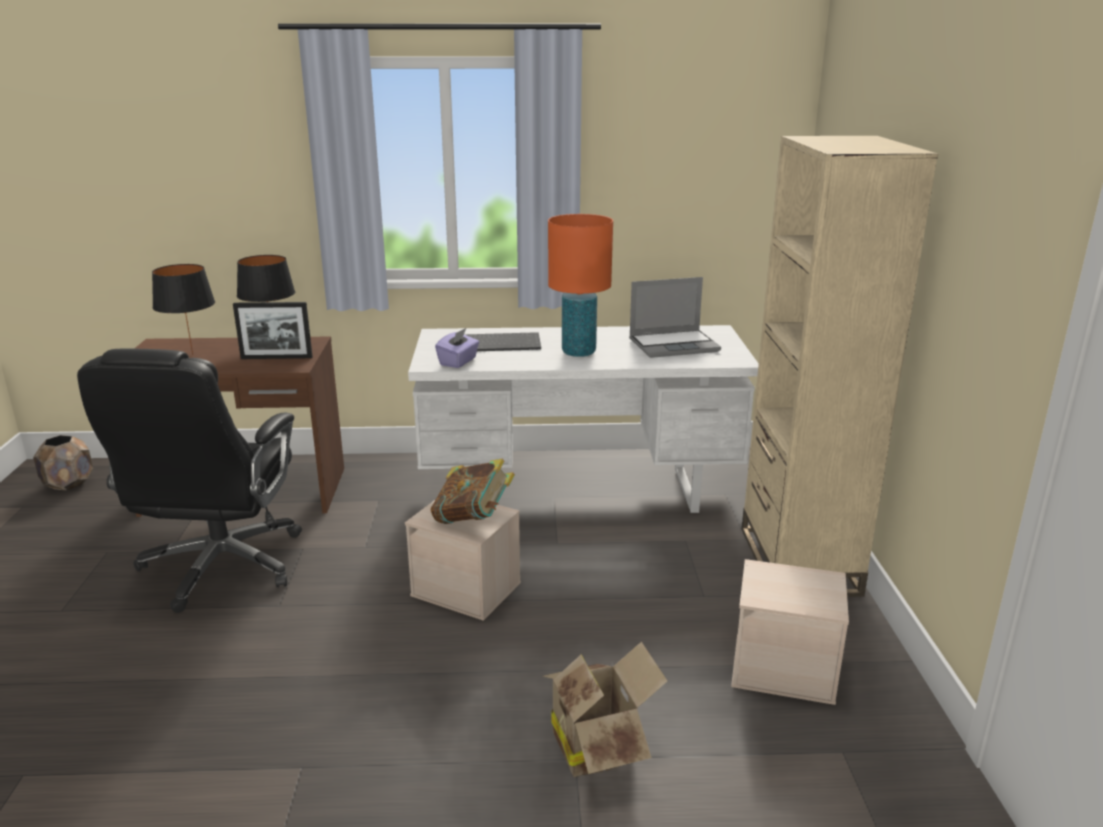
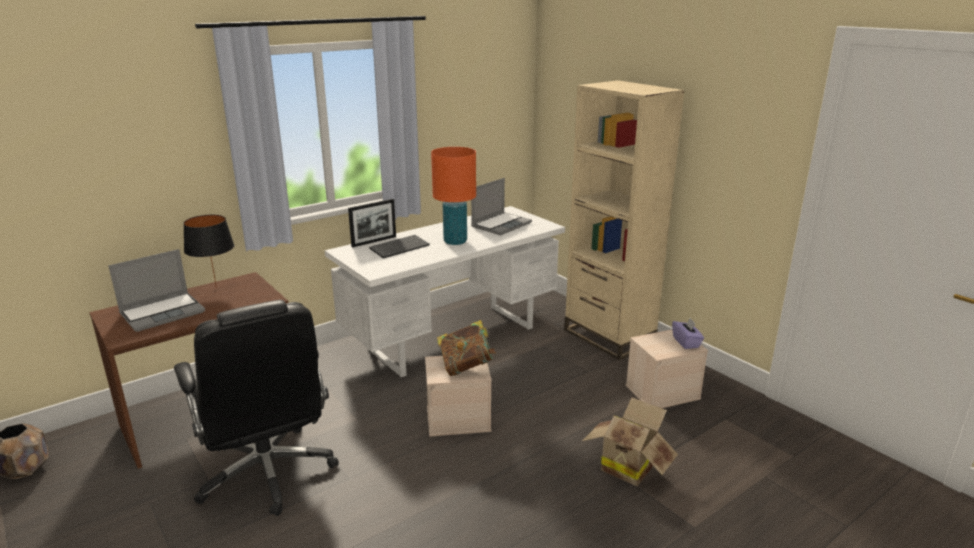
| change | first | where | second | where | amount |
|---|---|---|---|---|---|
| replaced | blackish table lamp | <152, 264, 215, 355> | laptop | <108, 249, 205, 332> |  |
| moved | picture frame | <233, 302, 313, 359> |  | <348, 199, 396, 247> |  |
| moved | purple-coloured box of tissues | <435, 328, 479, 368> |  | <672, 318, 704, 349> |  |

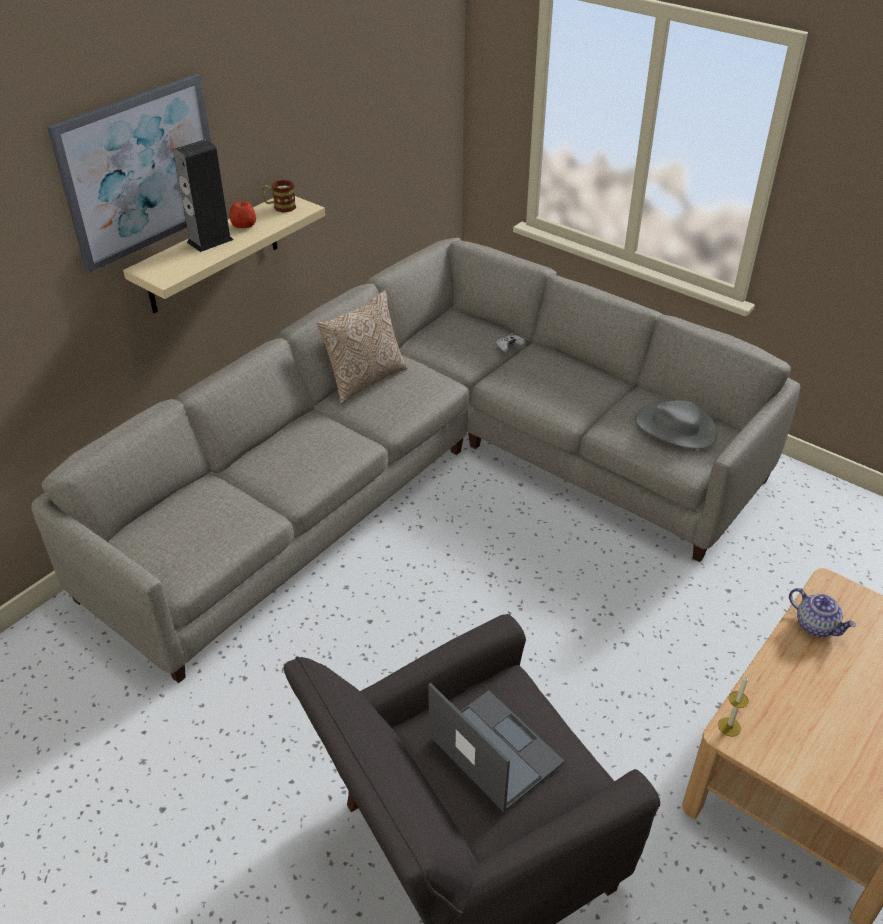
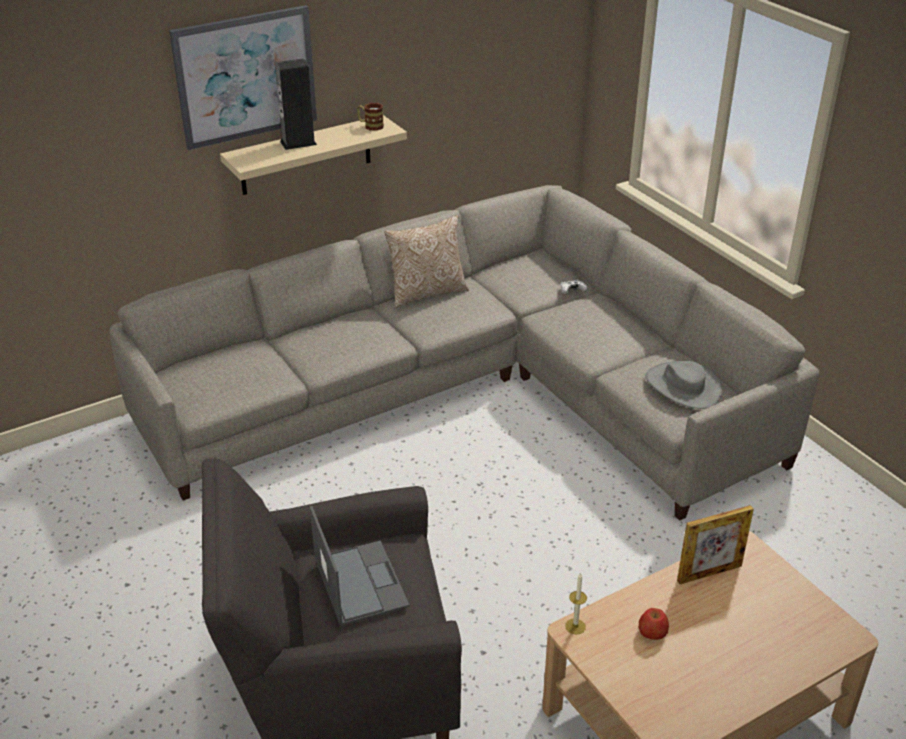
| change | first | where | second | where | amount |
|---|---|---|---|---|---|
| moved | apple | <229, 201, 256, 228> |  | <639, 608, 669, 640> |  |
| replaced | pot for tea | <789, 588, 856, 637> | picture frame | <677, 505, 754, 584> |  |

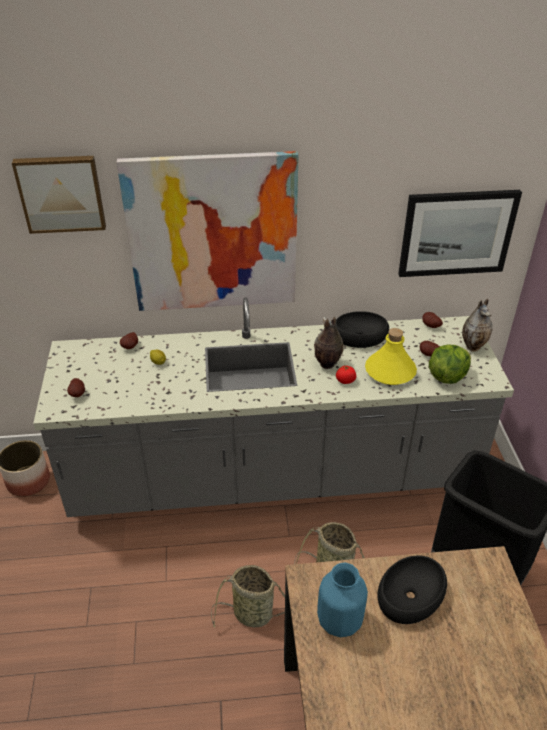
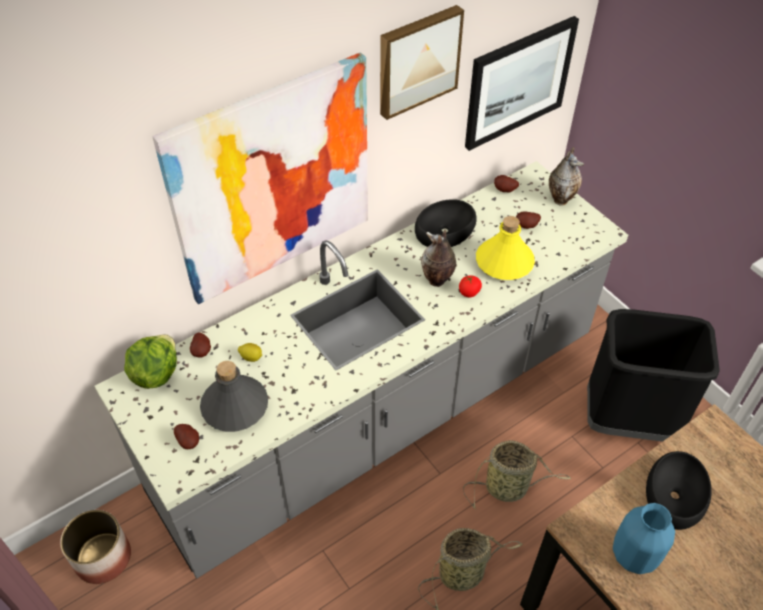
| change | first | where | second | where | amount |
|---|---|---|---|---|---|
| moved | picture | <12, 156, 106, 234> |  | <380, 5, 464, 120> |  |
| moved | lettuce head | <429, 345, 471, 384> |  | <124, 334, 177, 389> |  |
| added |  |  | greyish beverage bottle | <200, 361, 268, 432> |  |

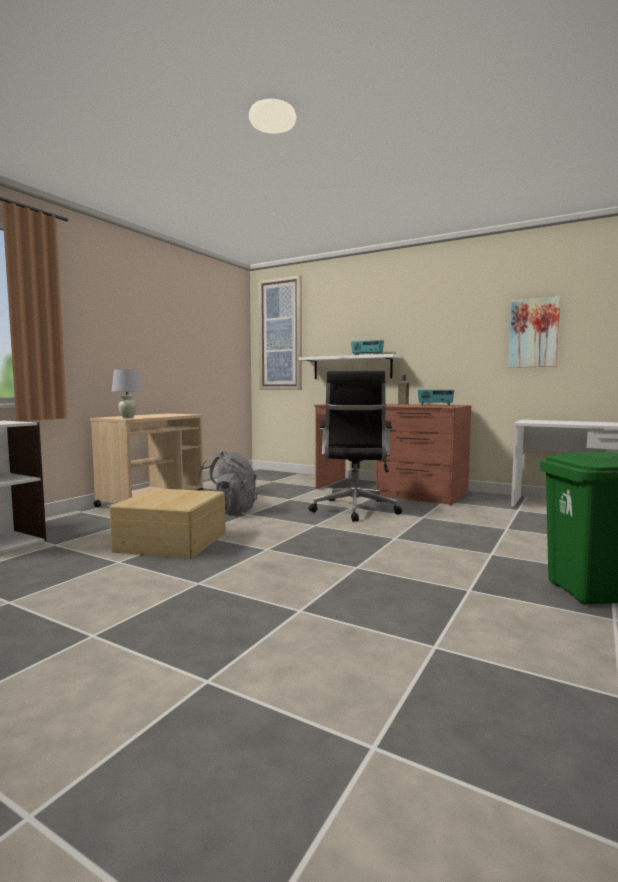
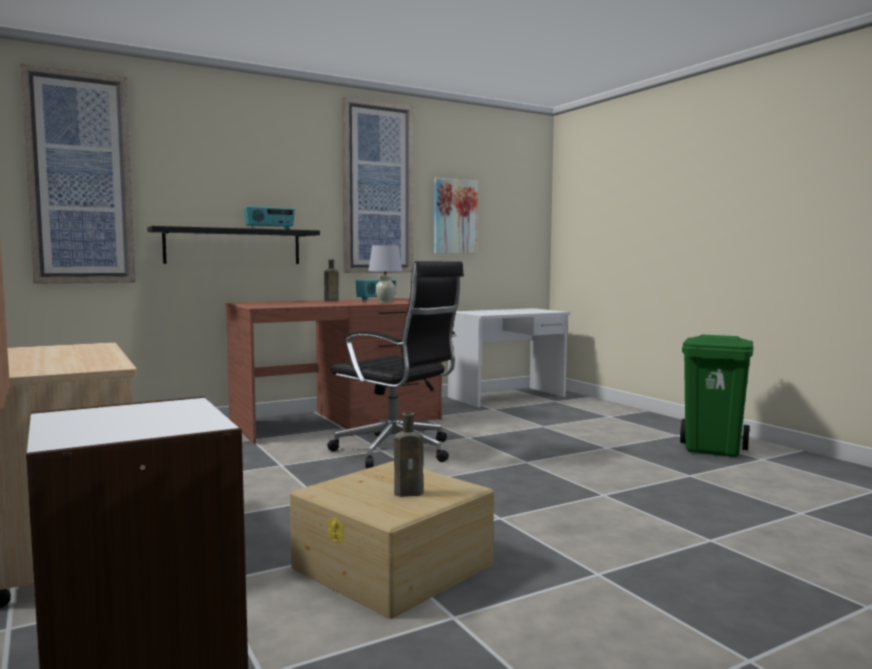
| change | first | where | second | where | amount |
|---|---|---|---|---|---|
| recoloured | whitish wall shelf | <299, 354, 401, 379> | blackish wall shelf | <147, 226, 320, 264> |  |
| moved | whitish table lamp | <111, 369, 142, 418> |  | <368, 245, 402, 303> |  |
| removed | greyish backpack | <198, 451, 257, 514> |  |  |  |
| added |  |  | picture | <342, 97, 413, 273> |  |
| added |  |  | brownish beverage bottle | <394, 412, 424, 497> |  |

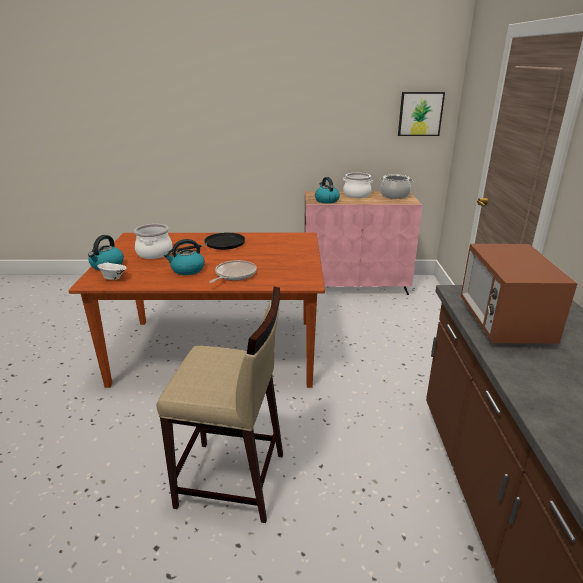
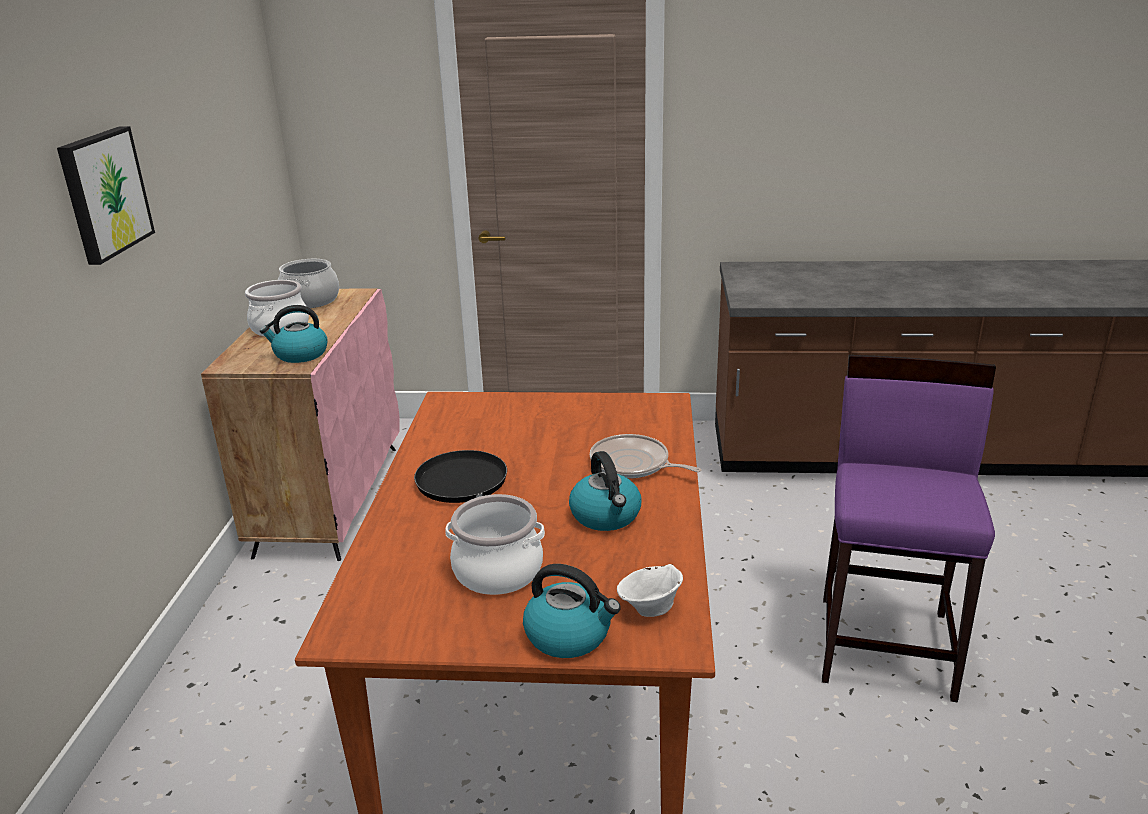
| change | first | where | second | where | amount |
|---|---|---|---|---|---|
| moved | picture | <398, 92, 445, 136> |  | <57, 126, 155, 265> |  |
| removed | microwave oven | <461, 244, 578, 344> |  |  |  |
| recoloured | sand-coloured stool seat | <157, 287, 283, 523> | purple-coloured stool seat | <822, 355, 996, 703> |  |

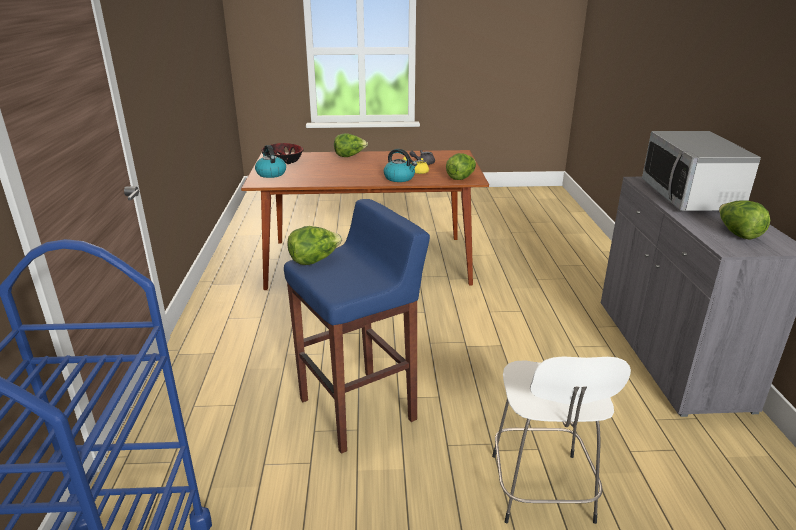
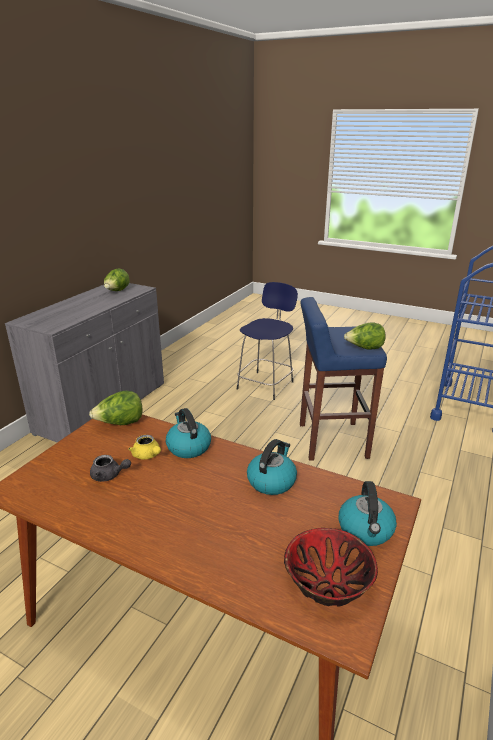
| change | first | where | second | where | amount |
|---|---|---|---|---|---|
| removed | microwave oven | <642, 131, 761, 211> |  |  |  |
| removed | lettuce head | <334, 133, 368, 157> |  |  |  |
| recoloured | whitish stool seat | <492, 356, 631, 524> | blue-coloured stool seat | <237, 282, 298, 400> |  |
| added |  |  | tea kettle | <247, 439, 297, 495> |  |

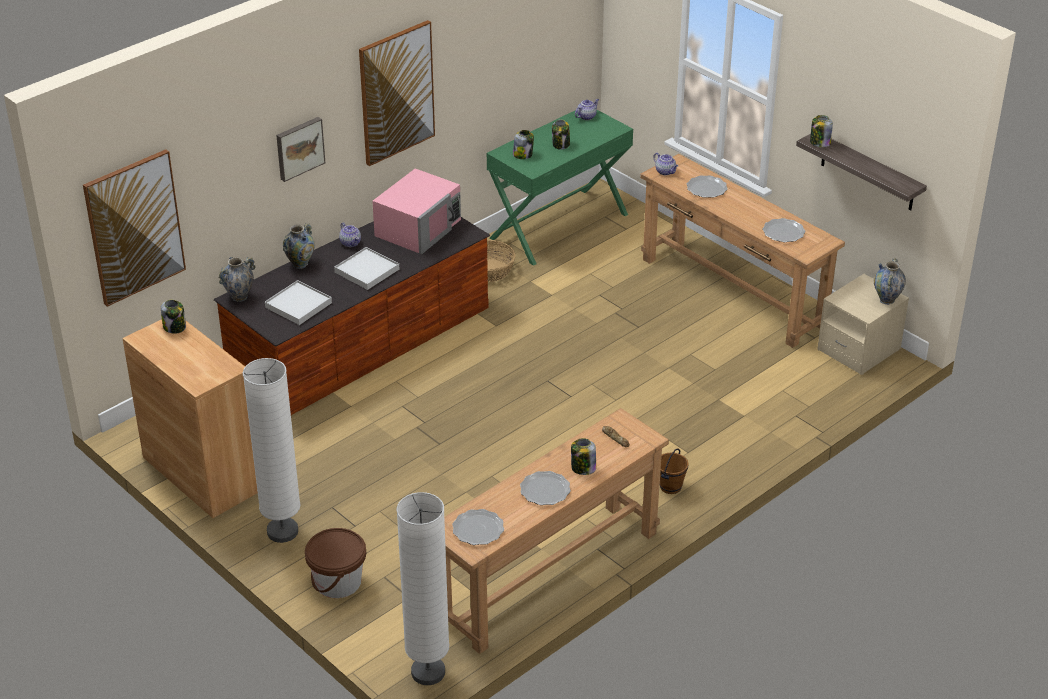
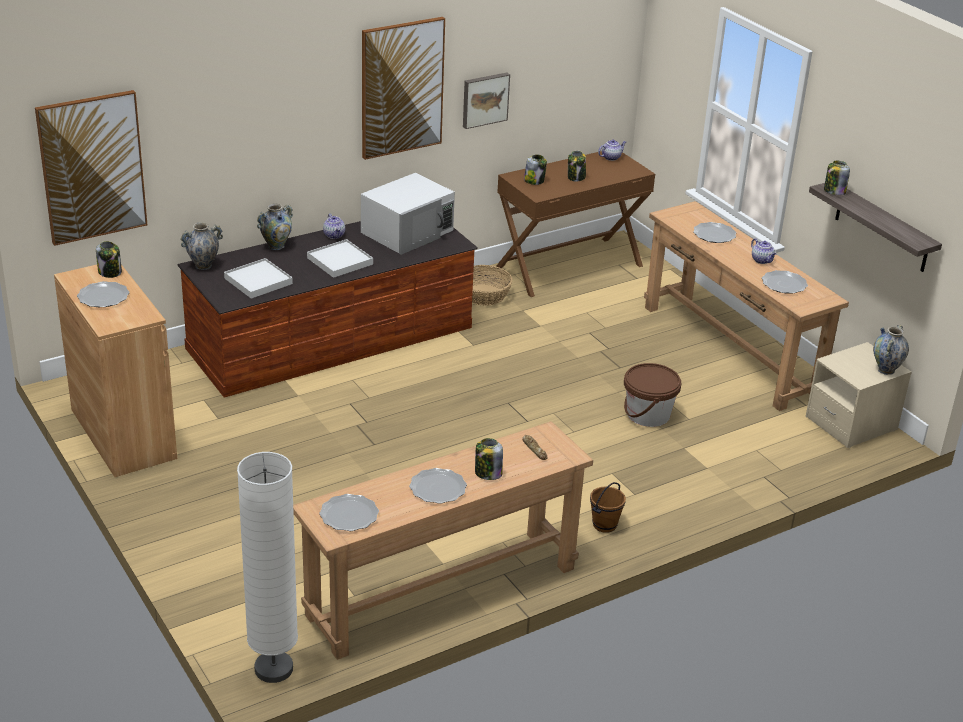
| change | first | where | second | where | amount |
|---|---|---|---|---|---|
| recoloured | green desk | <486, 110, 633, 266> | brownish desk | <496, 151, 655, 297> |  |
| moved | picture | <276, 117, 325, 182> |  | <463, 73, 510, 129> |  |
| moved | pot for tea | <653, 153, 678, 175> |  | <751, 238, 777, 264> |  |
| recoloured | pinkish microwave oven | <372, 168, 461, 254> | whitish microwave oven | <361, 173, 455, 255> |  |
| removed | whitish standard lamp | <243, 358, 300, 543> |  |  |  |
| moved | brownish pail | <305, 528, 366, 598> |  | <624, 363, 681, 427> |  |
| added |  |  | flat dish | <77, 281, 129, 307> |  |

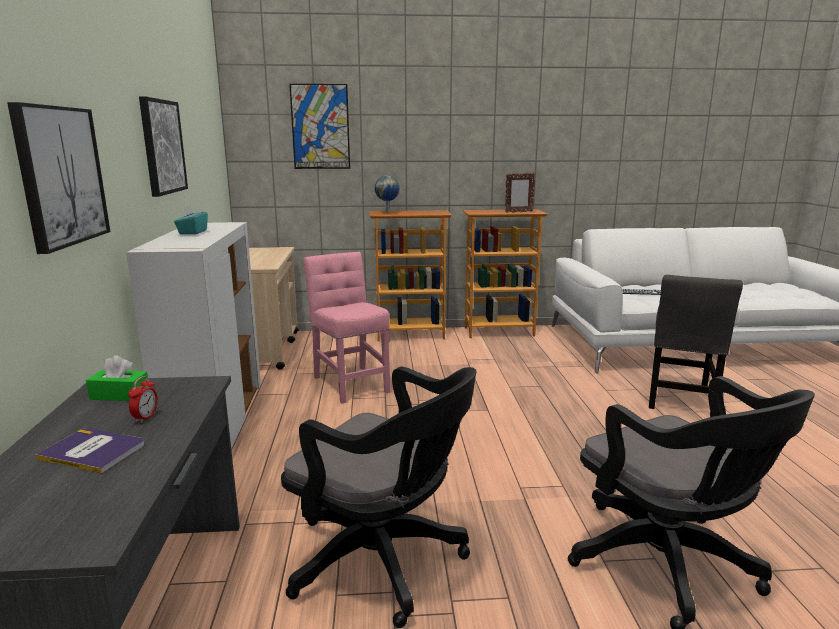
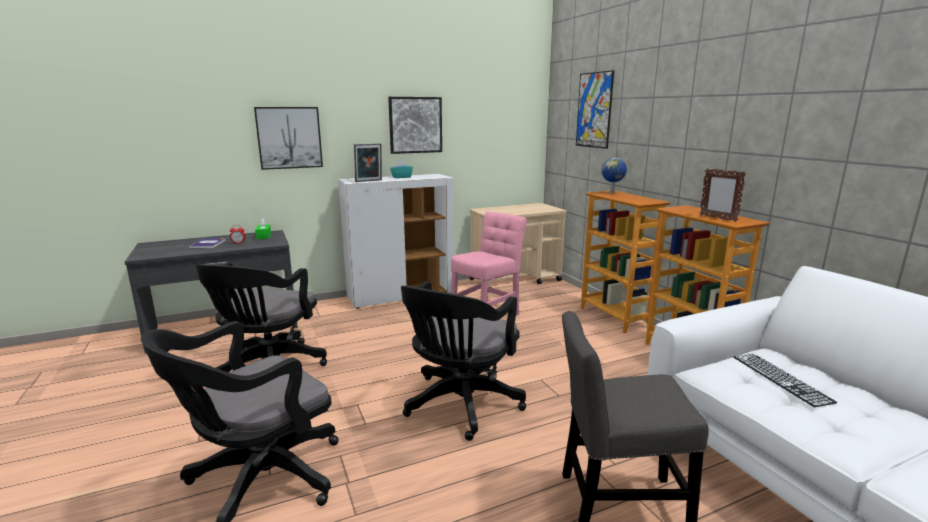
| change | first | where | second | where | amount |
|---|---|---|---|---|---|
| added |  |  | picture frame | <354, 143, 382, 182> |  |
| added |  |  | blackish office chair | <401, 282, 526, 441> |  |

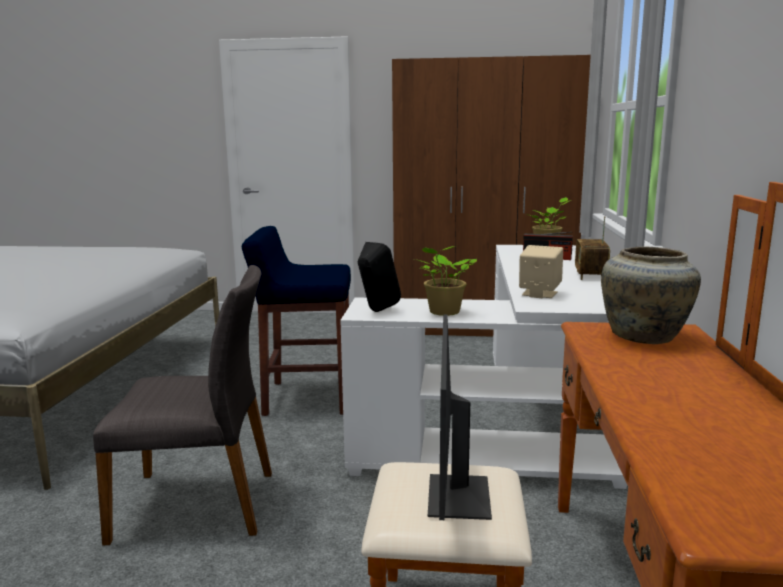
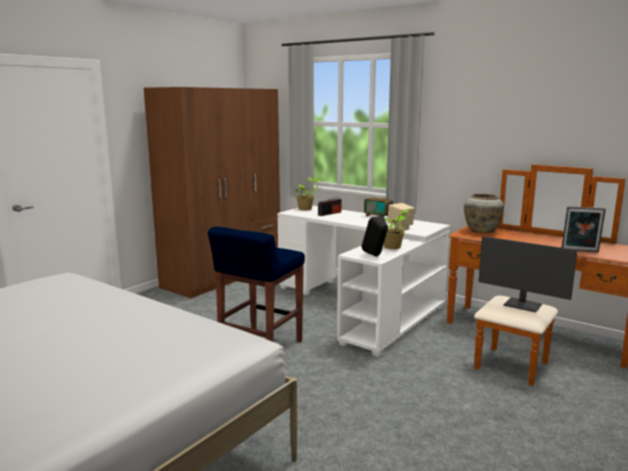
| change | first | where | second | where | amount |
|---|---|---|---|---|---|
| removed | greyish chair | <93, 265, 272, 546> |  |  |  |
| added |  |  | picture frame | <561, 206, 606, 253> |  |

